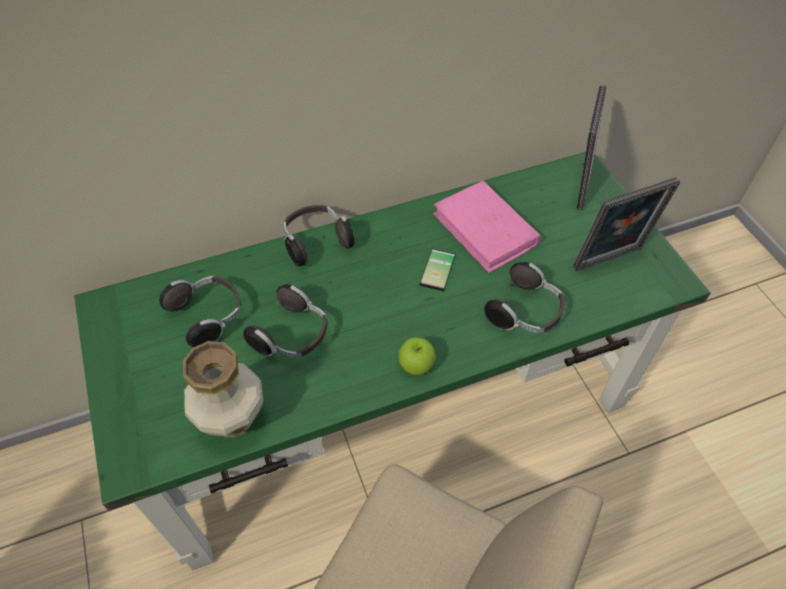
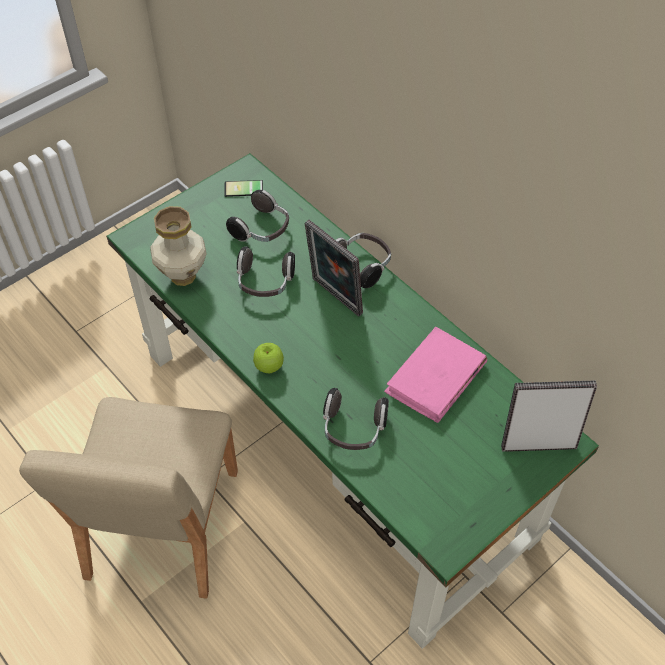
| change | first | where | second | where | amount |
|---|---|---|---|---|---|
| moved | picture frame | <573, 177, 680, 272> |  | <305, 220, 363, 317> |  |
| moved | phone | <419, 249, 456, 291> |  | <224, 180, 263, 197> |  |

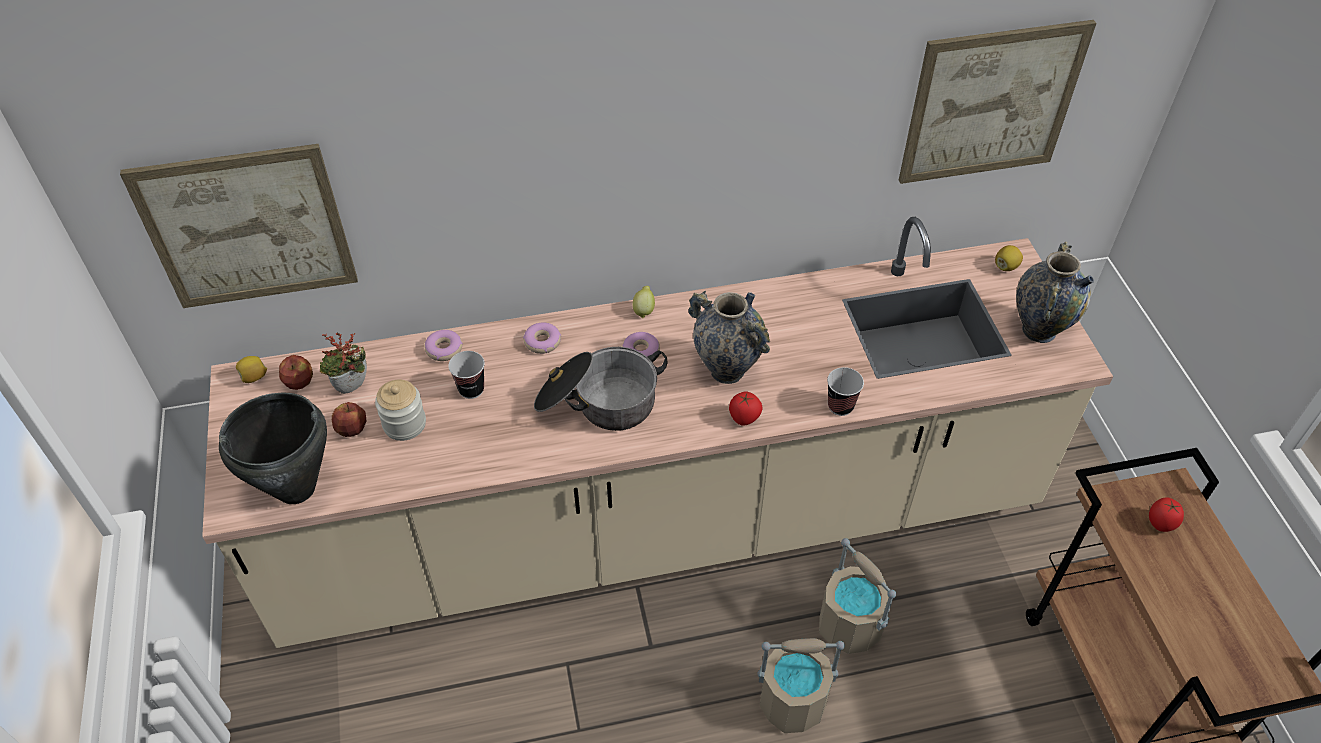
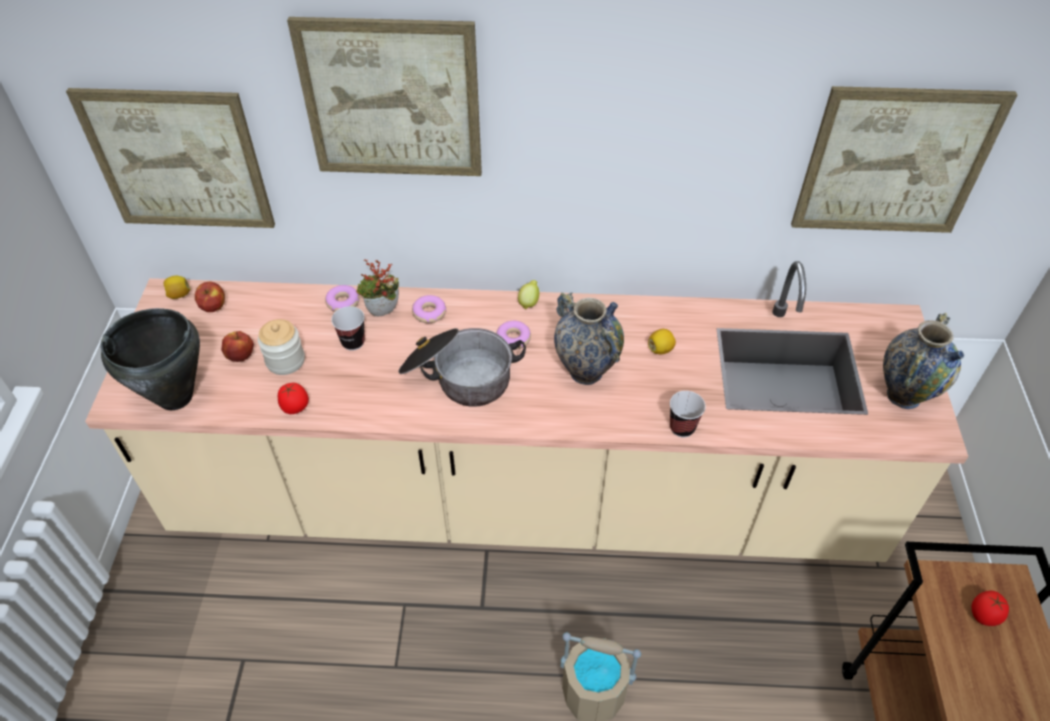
| change | first | where | second | where | amount |
|---|---|---|---|---|---|
| moved | lemon | <995, 245, 1023, 271> |  | <648, 329, 676, 354> |  |
| moved | potted plant | <320, 332, 367, 394> |  | <356, 259, 399, 316> |  |
| moved | tomato | <729, 391, 763, 426> |  | <278, 383, 309, 414> |  |
| removed | sand-coloured pail | <819, 538, 896, 654> |  |  |  |
| added |  |  | picture | <287, 17, 482, 176> |  |

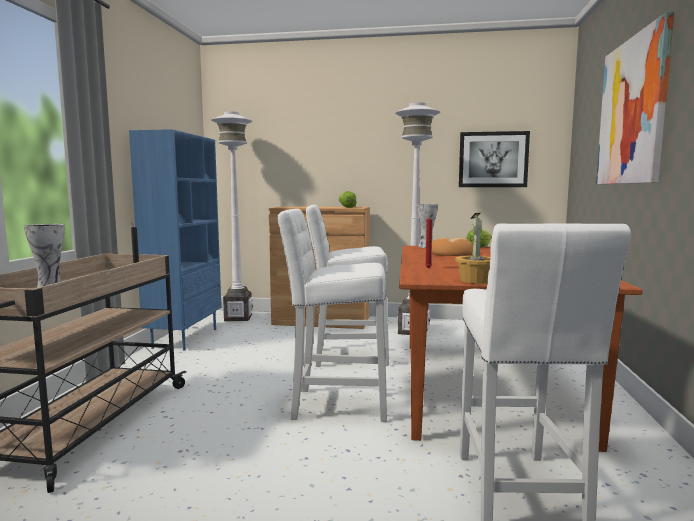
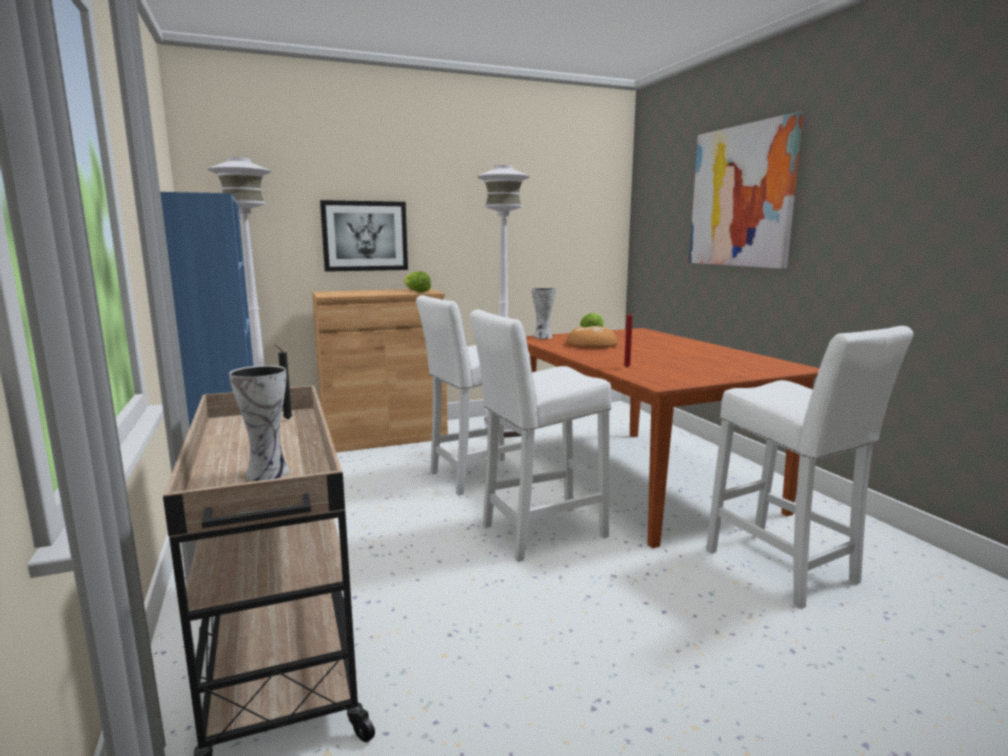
| change | first | where | second | where | amount |
|---|---|---|---|---|---|
| moved | picture | <459, 131, 530, 187> |  | <320, 200, 408, 272> |  |
| removed | potted plant | <455, 213, 490, 284> |  |  |  |

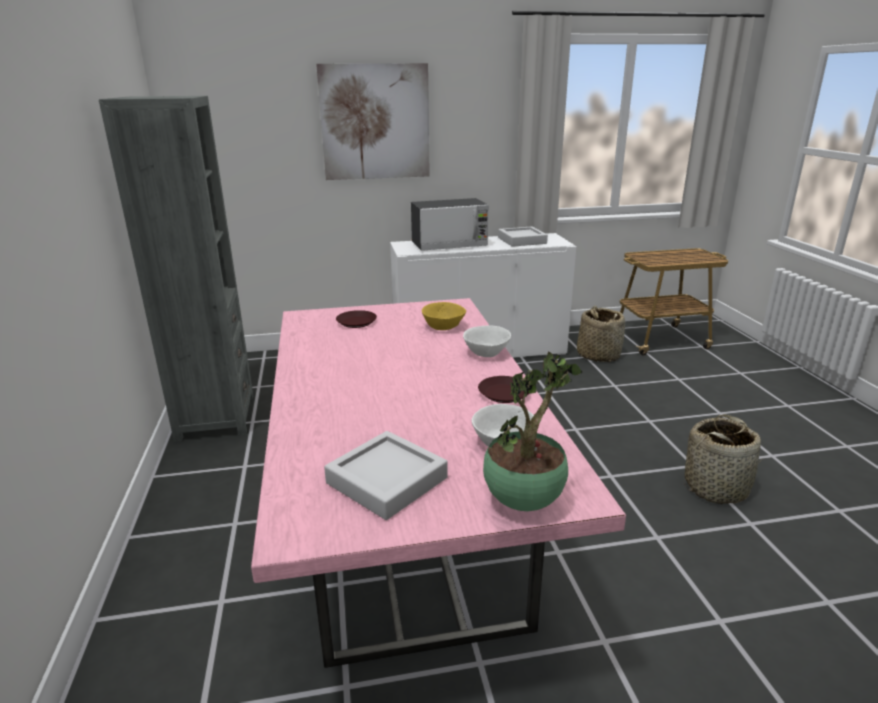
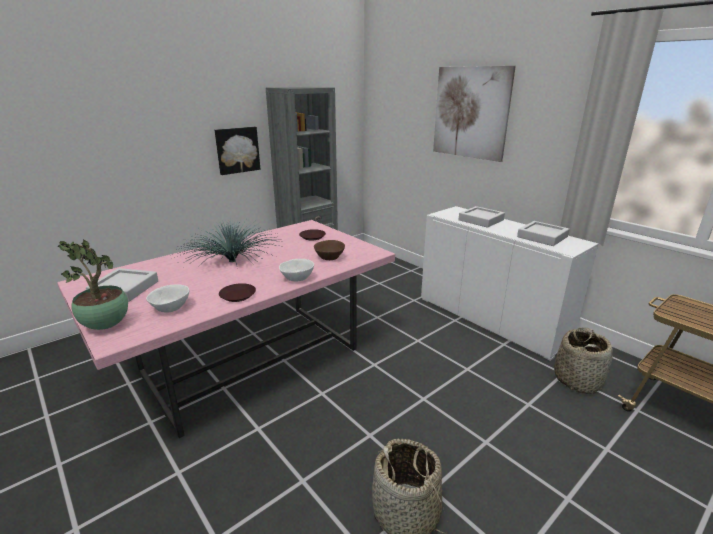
| change | first | where | second | where | amount |
|---|---|---|---|---|---|
| replaced | microwave oven | <411, 198, 488, 251> | greyish serving tray | <458, 206, 505, 228> |  |
| recoloured | yellow serving bowl | <422, 302, 466, 330> | brownish serving bowl | <314, 240, 345, 260> |  |
| added |  |  | picture | <215, 127, 260, 175> |  |
| added |  |  | potted plant | <175, 218, 285, 269> |  |

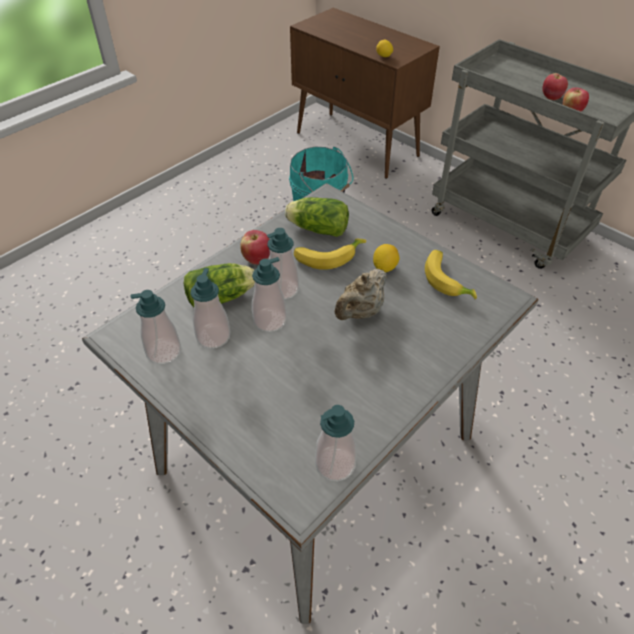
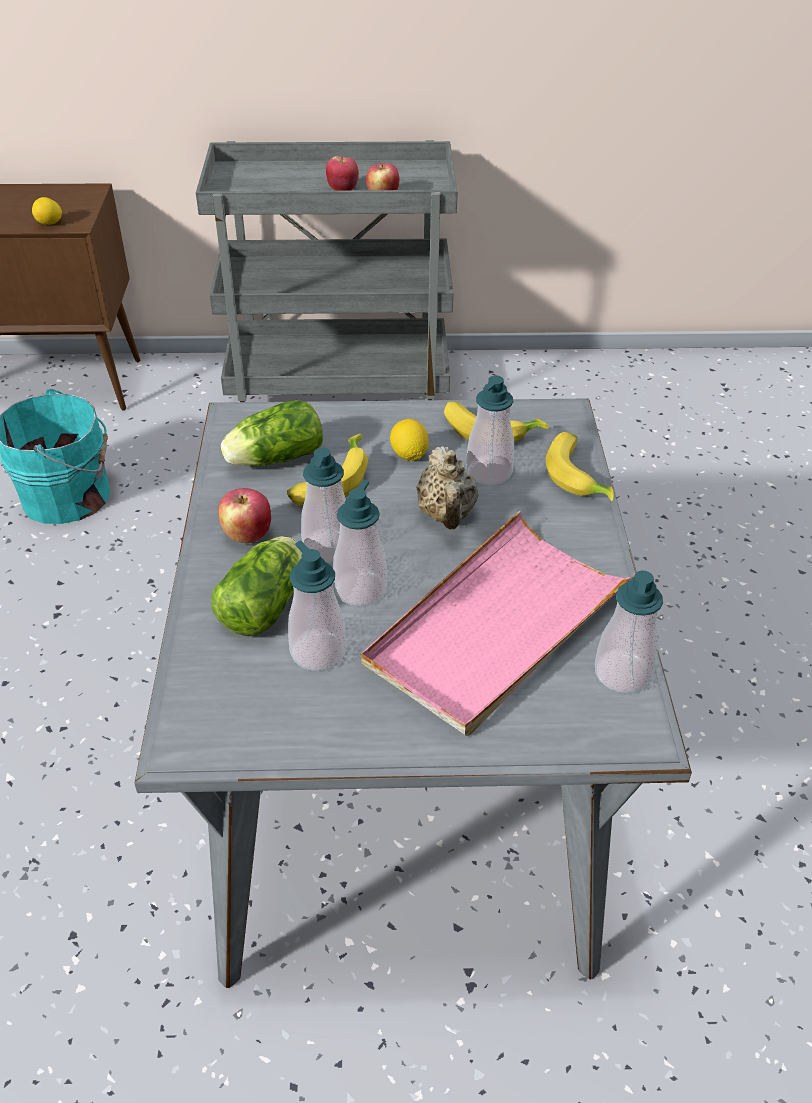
| change | first | where | second | where | amount |
|---|---|---|---|---|---|
| moved | soap bottle | <130, 290, 181, 364> |  | <466, 376, 514, 485> |  |
| added |  |  | banana fruit | <546, 432, 614, 501> |  |
| added |  |  | pinkish serving tray | <361, 511, 635, 736> |  |

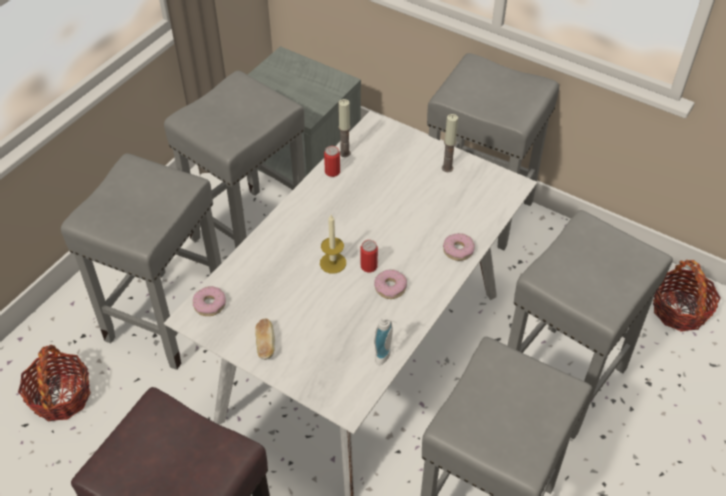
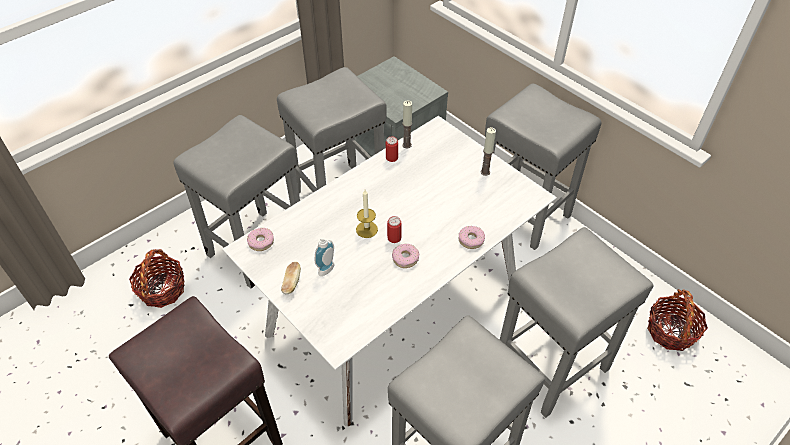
| change | first | where | second | where | amount |
|---|---|---|---|---|---|
| moved | soap bottle | <374, 315, 397, 365> |  | <315, 235, 334, 276> |  |

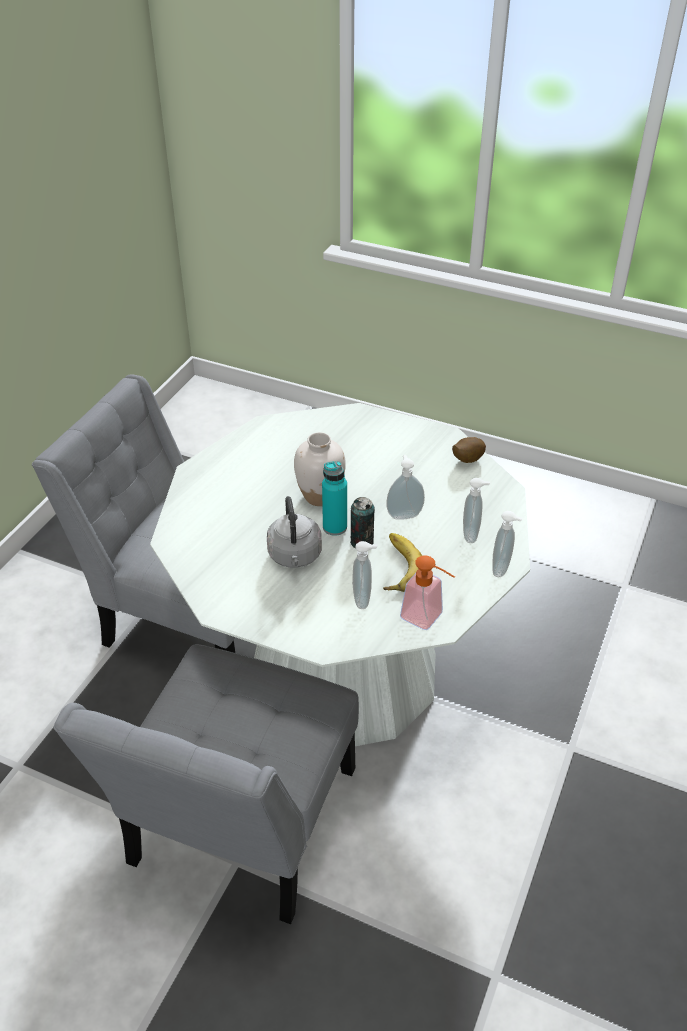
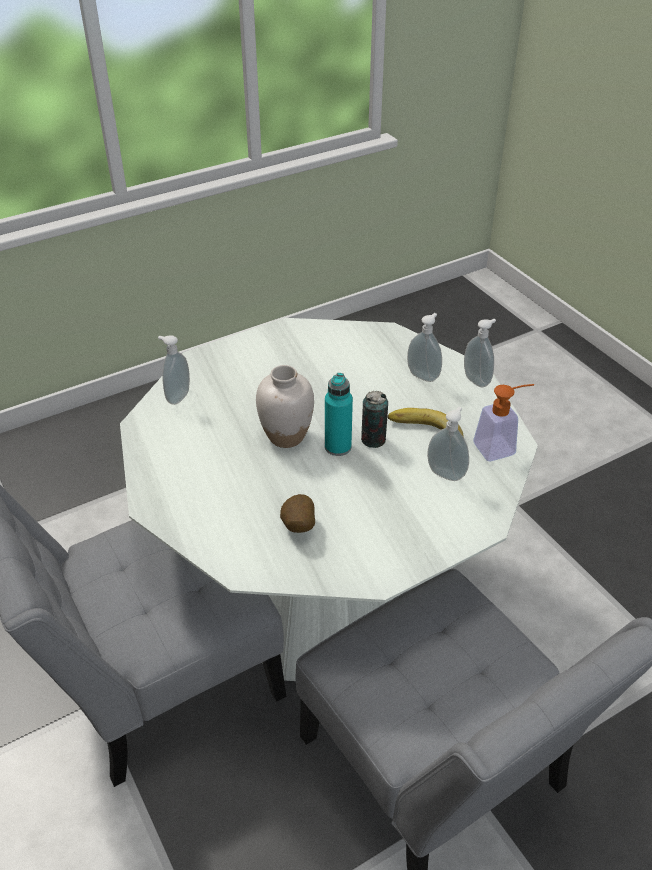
| change | first | where | second | where | amount |
|---|---|---|---|---|---|
| moved | potato | <452, 437, 486, 463> |  | <280, 494, 315, 533> |  |
| moved | soap bottle | <386, 455, 425, 520> |  | <158, 335, 190, 405> |  |
| removed | greyish tea kettle | <267, 496, 322, 568> |  |  |  |

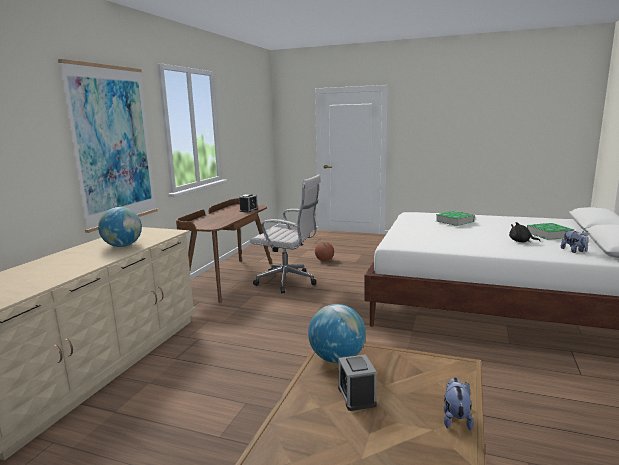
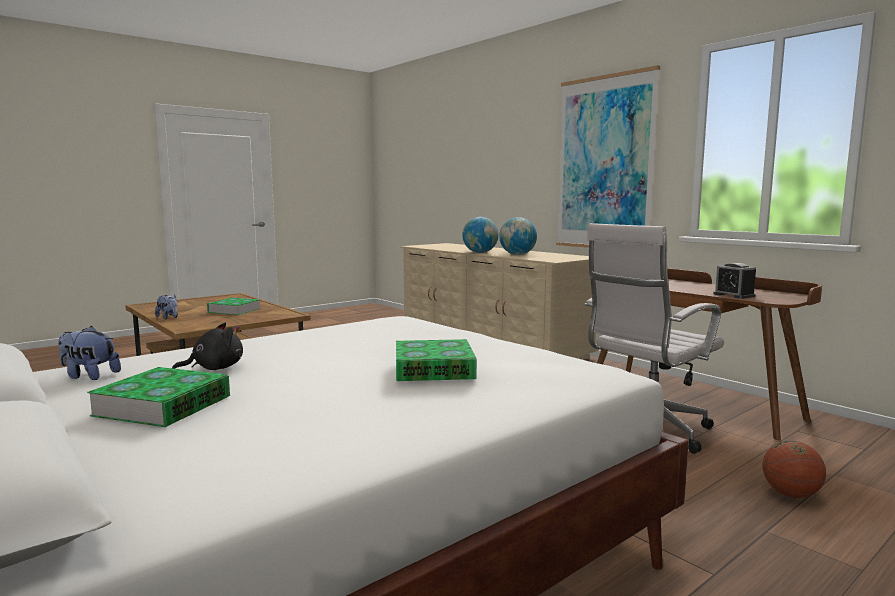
| change | first | where | second | where | amount |
|---|---|---|---|---|---|
| moved | world globe | <308, 304, 366, 363> |  | <462, 217, 499, 253> |  |
| replaced | table clock | <338, 354, 377, 411> | bound book | <207, 298, 261, 315> |  |

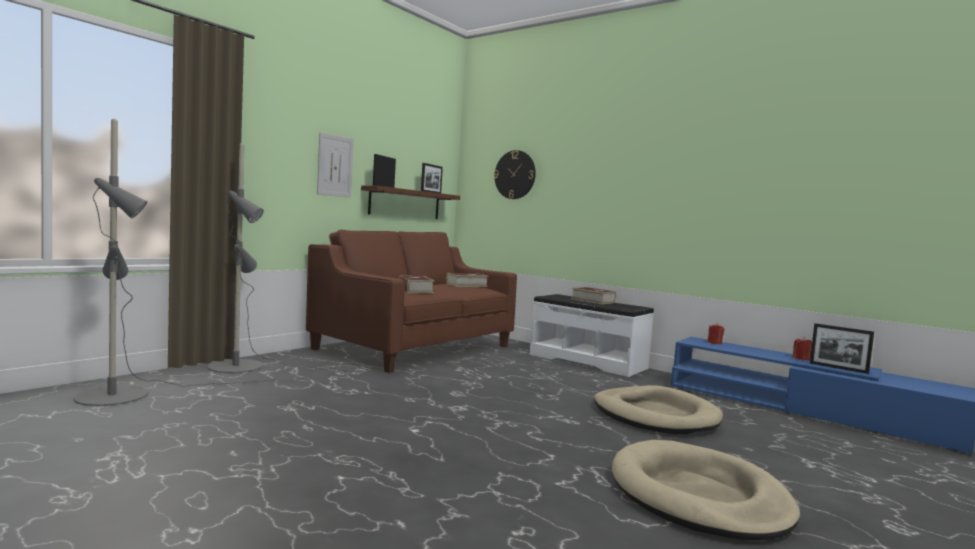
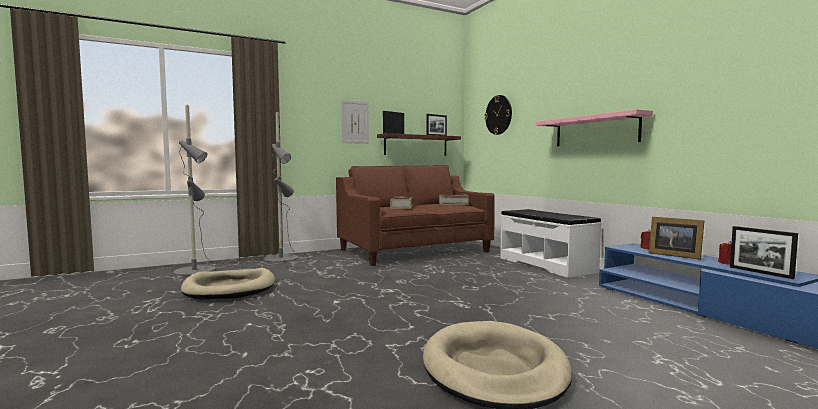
| change | first | where | second | where | amount |
|---|---|---|---|---|---|
| removed | bound book | <571, 287, 616, 304> |  |  |  |
| moved | sand-coloured pet bed | <594, 385, 723, 434> |  | <181, 268, 275, 300> |  |
| added |  |  | pinkish wall shelf | <536, 109, 653, 146> |  |
| added |  |  | picture frame | <649, 217, 705, 260> |  |

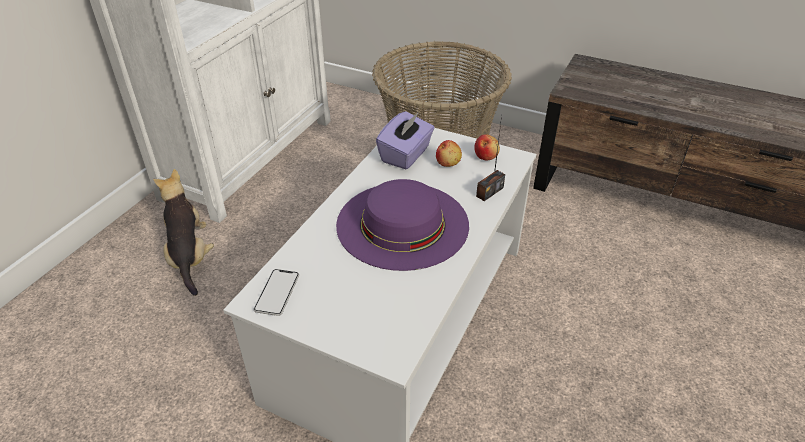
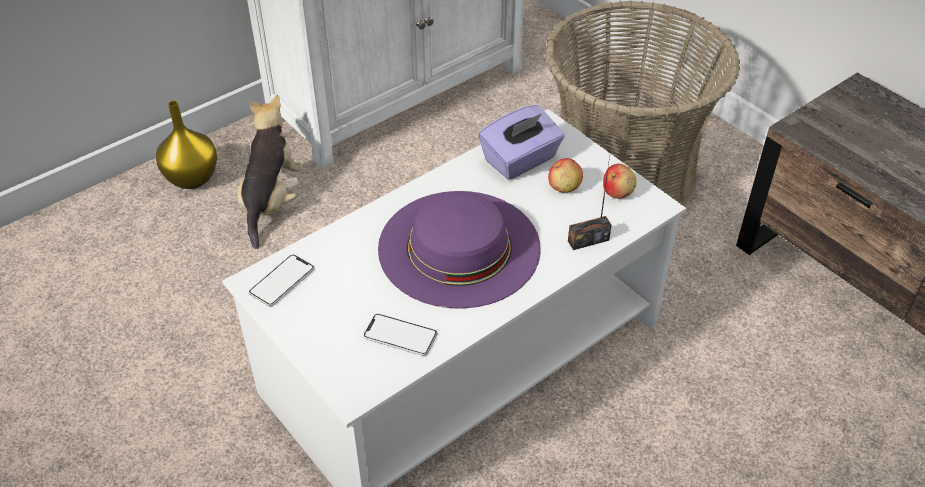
| change | first | where | second | where | amount |
|---|---|---|---|---|---|
| added |  |  | yellow decorative vase | <156, 101, 217, 189> |  |
| added |  |  | phone | <363, 314, 437, 356> |  |

